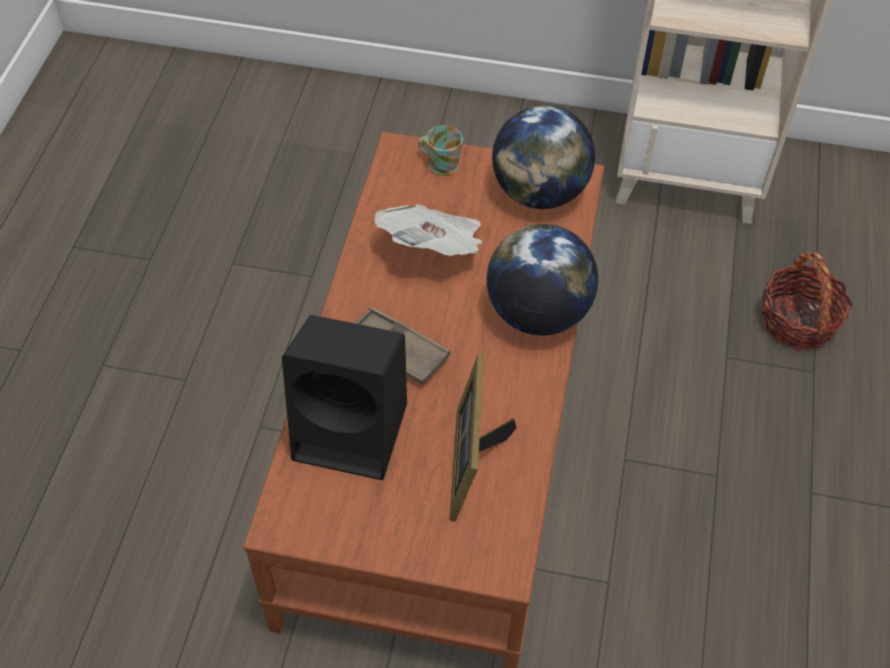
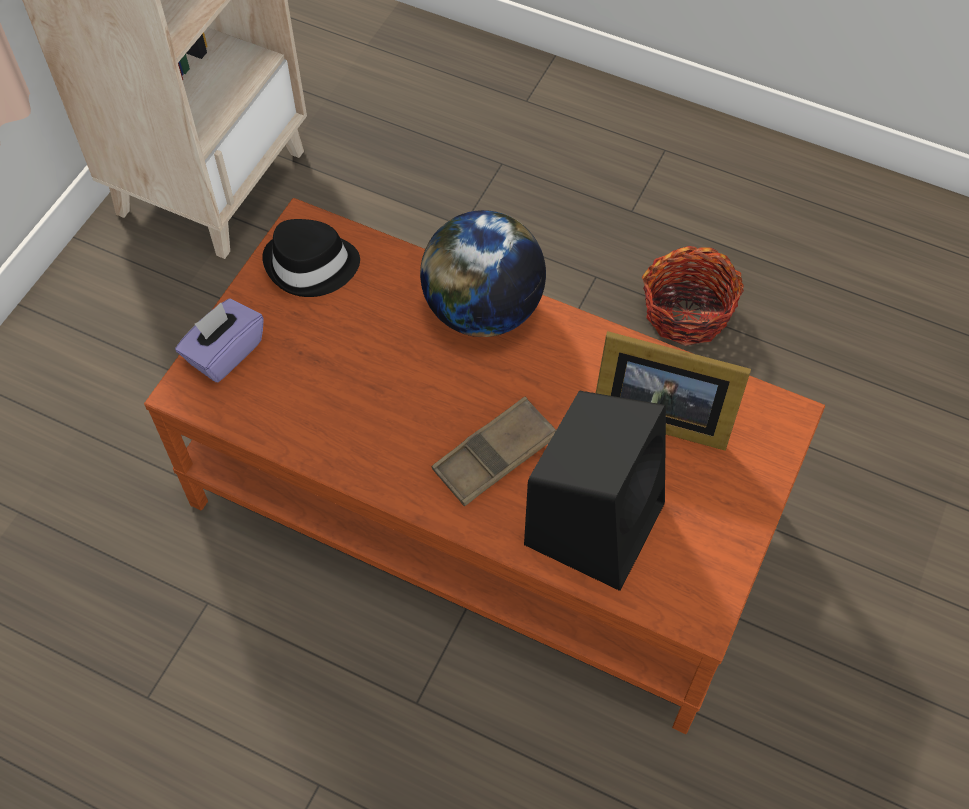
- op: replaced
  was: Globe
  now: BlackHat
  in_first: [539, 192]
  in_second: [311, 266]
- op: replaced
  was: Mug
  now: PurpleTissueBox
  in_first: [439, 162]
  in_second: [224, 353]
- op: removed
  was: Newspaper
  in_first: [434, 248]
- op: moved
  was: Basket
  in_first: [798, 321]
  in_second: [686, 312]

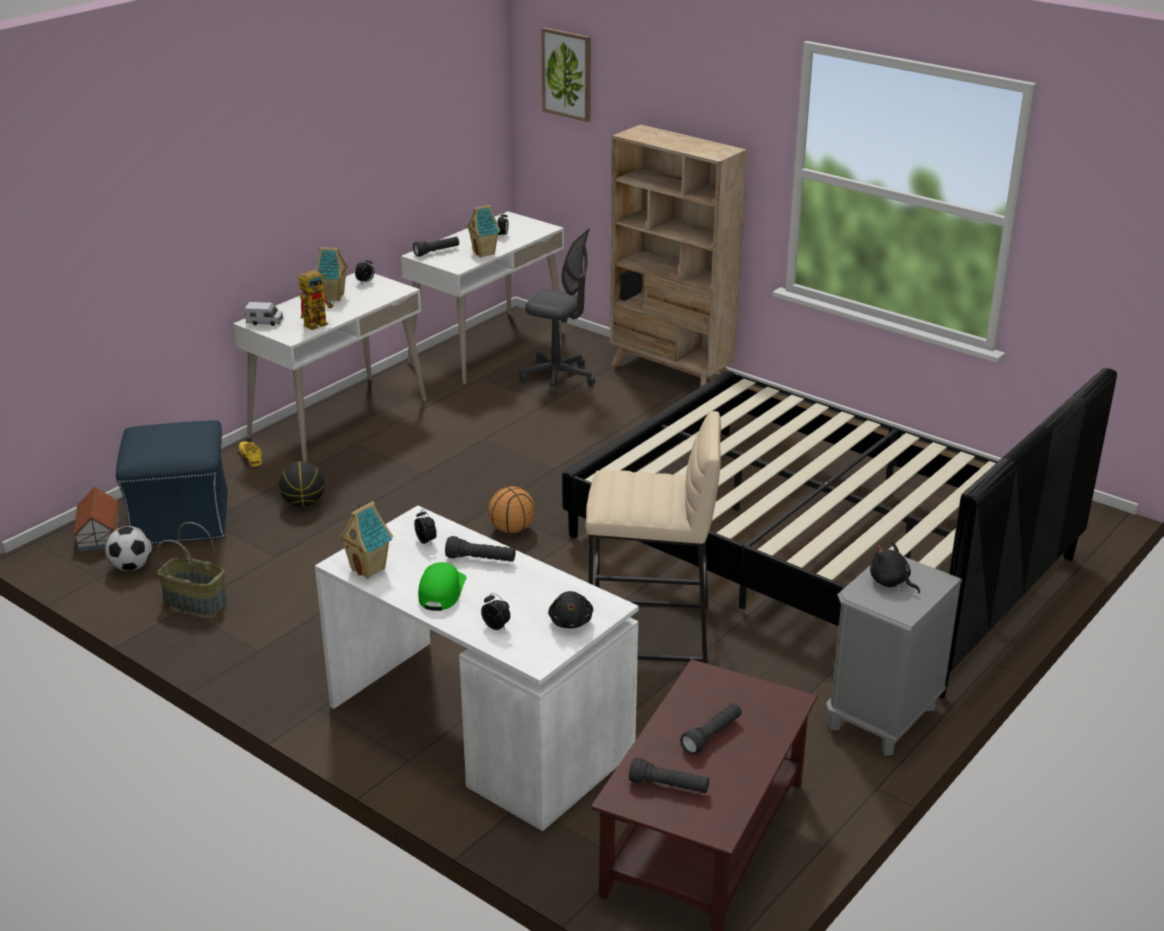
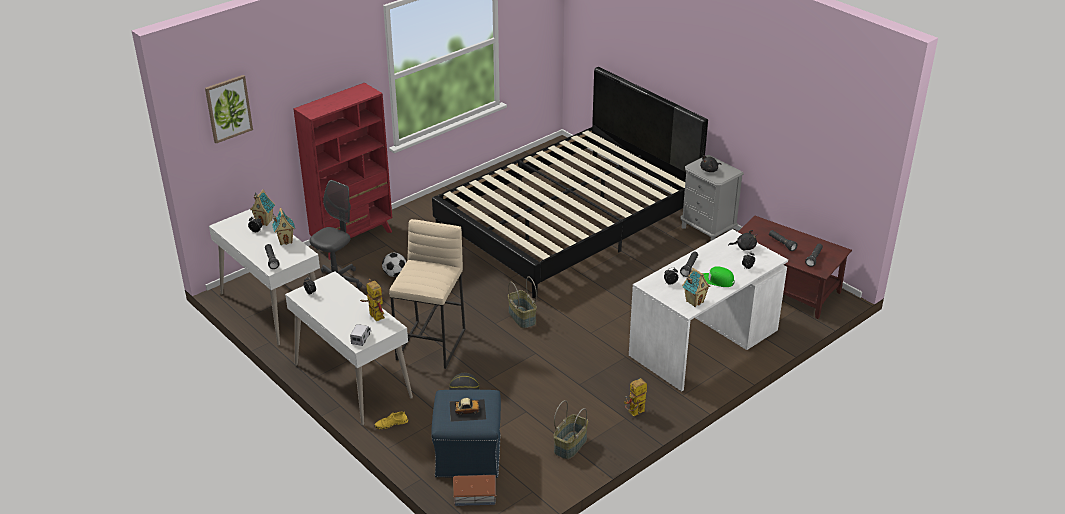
- op: recoloured
  was: BeigeBookcase
  now: RedBookcase
  in_first: [671, 373]
  in_second: [353, 239]
- op: moved
  was: ToyHouse
  in_first: [334, 297]
  in_second: [265, 222]
- op: moved
  was: BeigeStool
  in_first: [649, 632]
  in_second: [432, 344]
- op: replaced
  was: Basketball
  now: Basket
  in_first: [512, 529]
  in_second: [521, 317]
- op: moved
  was: Football
  in_first: [132, 567]
  in_second: [395, 274]
- op: added
  now: ToyRobot
  in_second: [634, 413]
- op: added
  now: ToyCar
  in_second: [467, 410]

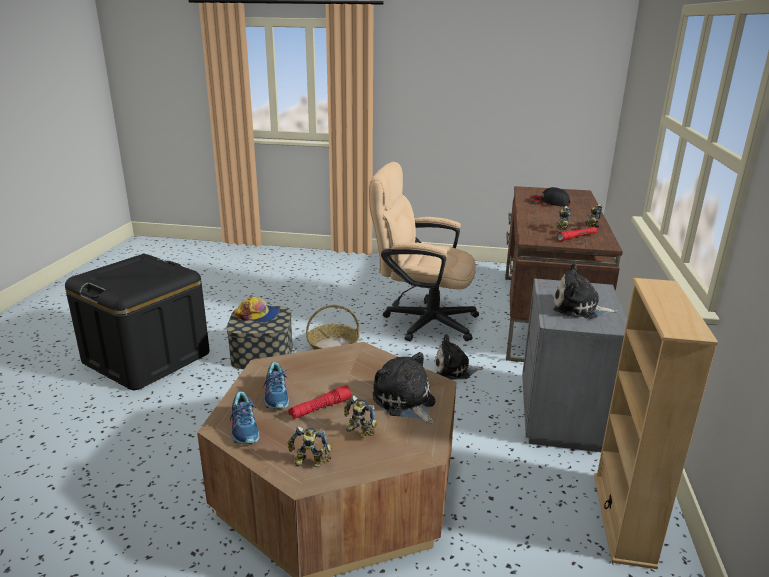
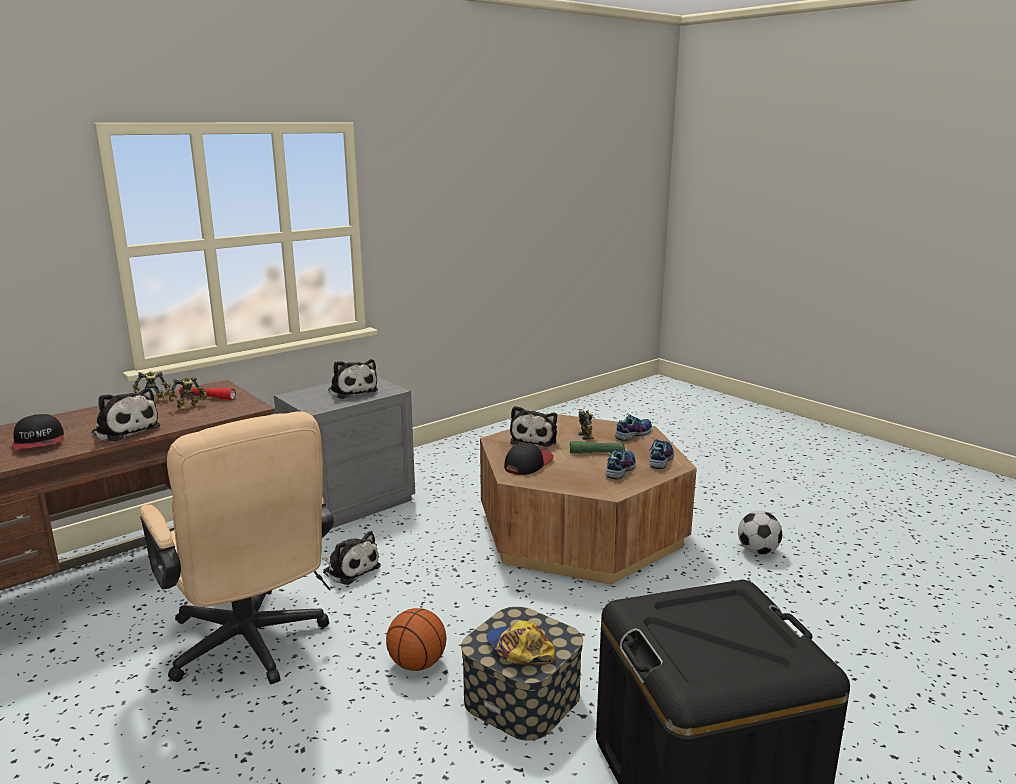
- op: removed
  was: BeigeBookcase
  in_first: [623, 518]
- op: replaced
  was: Basket
  now: Basketball
  in_first: [333, 345]
  in_second: [417, 664]
- op: recoloured
  was: RedFlashlight
  now: GreenFlashlight
  in_first: [320, 408]
  in_second: [596, 453]
- op: replaced
  was: ToyRobot
  now: Shoe
  in_first: [309, 463]
  in_second: [633, 434]
- op: added
  now: PlushToy
  in_second: [125, 429]
- op: added
  now: Cap
  in_second: [528, 463]
- op: added
  now: Football
  in_second: [757, 551]

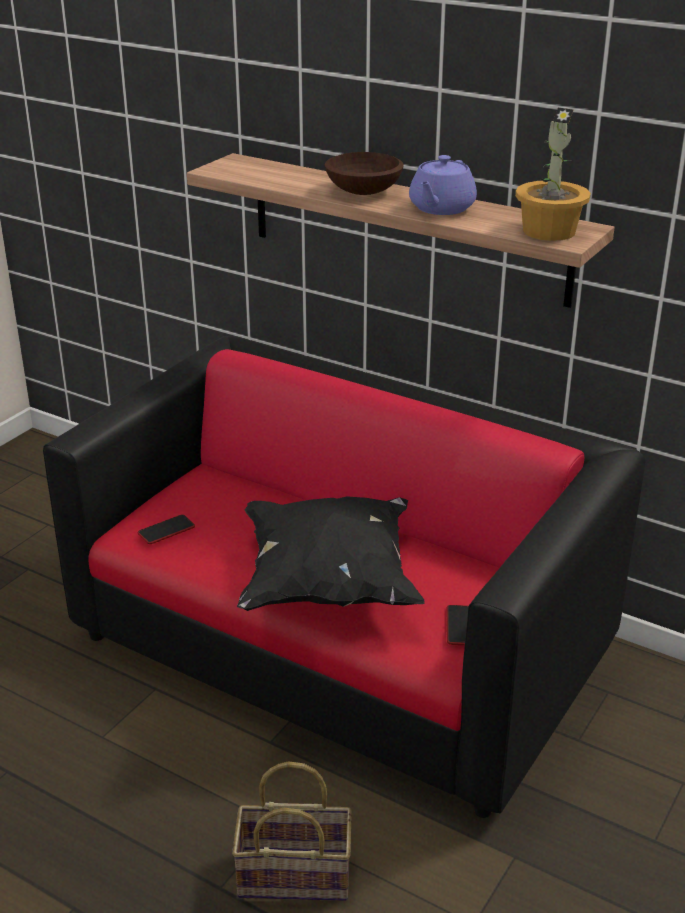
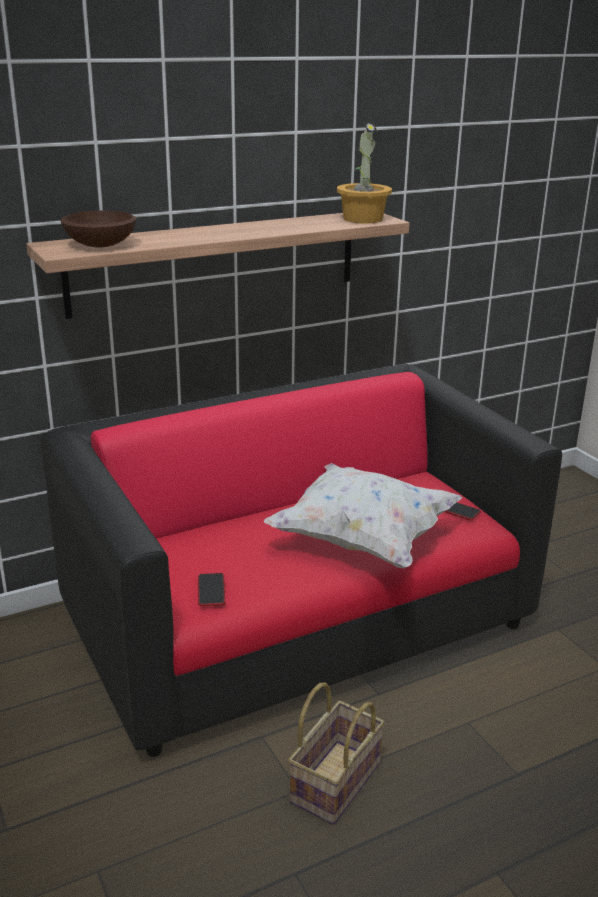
- op: moved
  was: BrownBowl
  in_first: [363, 191]
  in_second: [101, 245]
- op: removed
  was: PurpleTeapot
  in_first: [441, 208]
- op: recoloured
  was: BlackPillow
  now: WhitePillow
  in_first: [328, 583]
  in_second: [362, 540]
- op: moved
  was: Basket
  in_first: [297, 873]
  in_second: [335, 780]

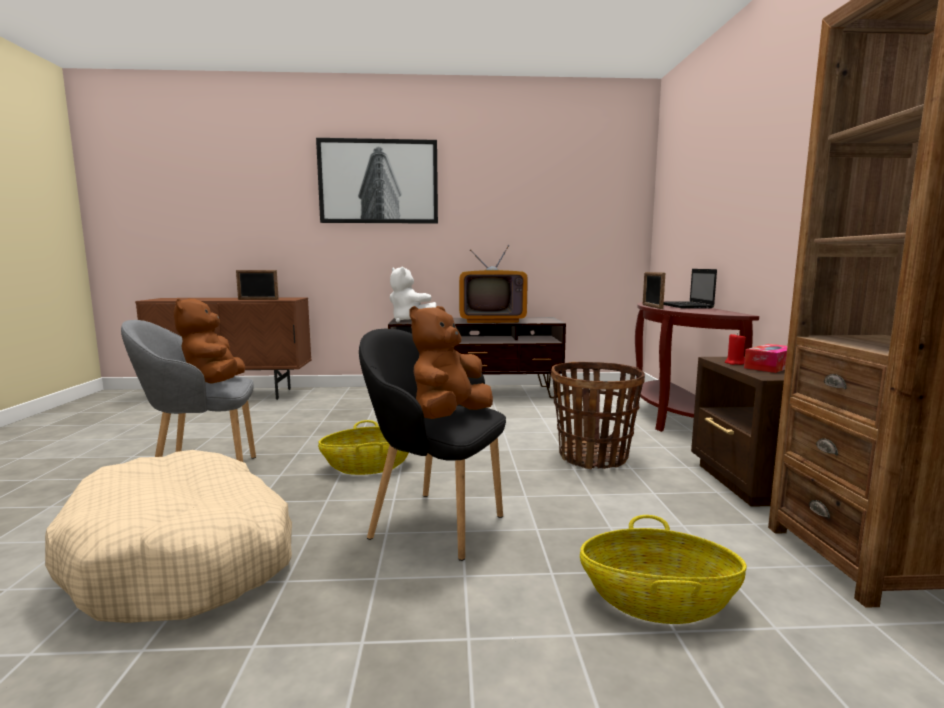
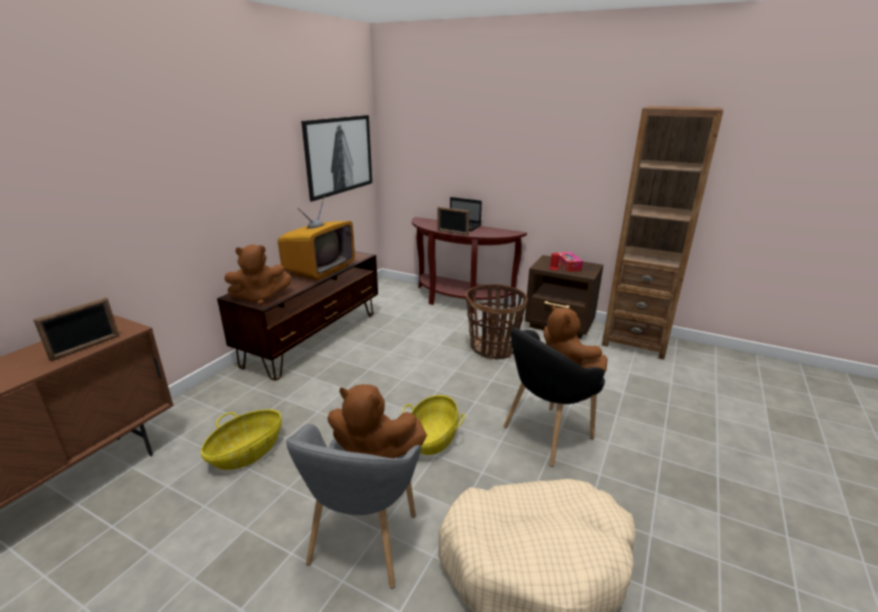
- op: moved
  was: Picture
  in_first: [378, 182]
  in_second: [338, 155]
- op: recoloured
  was: WhitePlushToy
  now: BrownPlushToy
  in_first: [409, 321]
  in_second: [260, 298]
- op: moved
  was: Basket
  in_first: [657, 601]
  in_second: [247, 452]

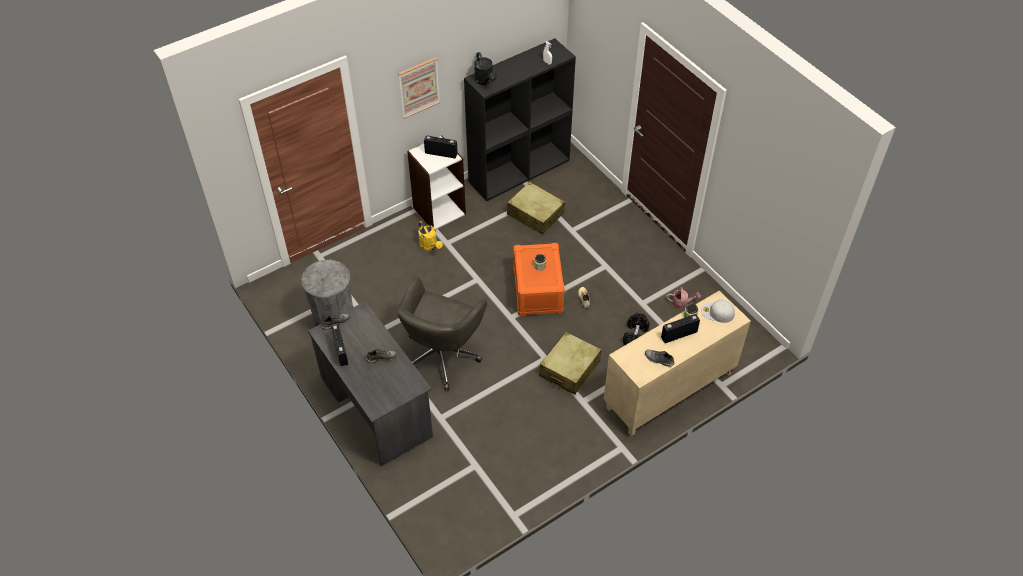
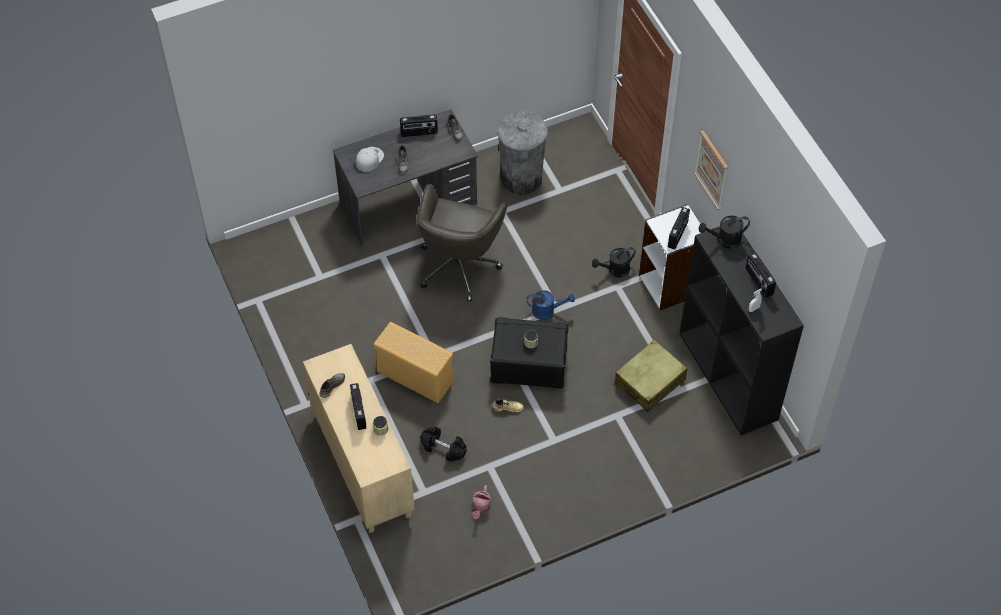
- op: recoloured
  was: YellowWateringCan
  now: BlackWateringCan
  in_first: [430, 246]
  in_second: [615, 270]
- op: recoloured
  was: OrangeStorageBox
  now: BlackStorageBox
  in_first: [538, 291]
  in_second: [528, 365]
- op: turned
  was: GreyOfficeChair
  in_first: [442, 355]
  in_second: [459, 264]
  clockwise: -105
- op: moved
  was: WhiteCap
  in_first: [717, 312]
  in_second: [369, 159]
- op: replaced
  was: BeigeSuitcase
  now: BeigeStorageBox
  in_first: [569, 369]
  in_second: [414, 376]
- op: added
  now: Radio
  in_second: [758, 282]
- op: added
  now: BlueWateringCan
  in_second: [547, 311]

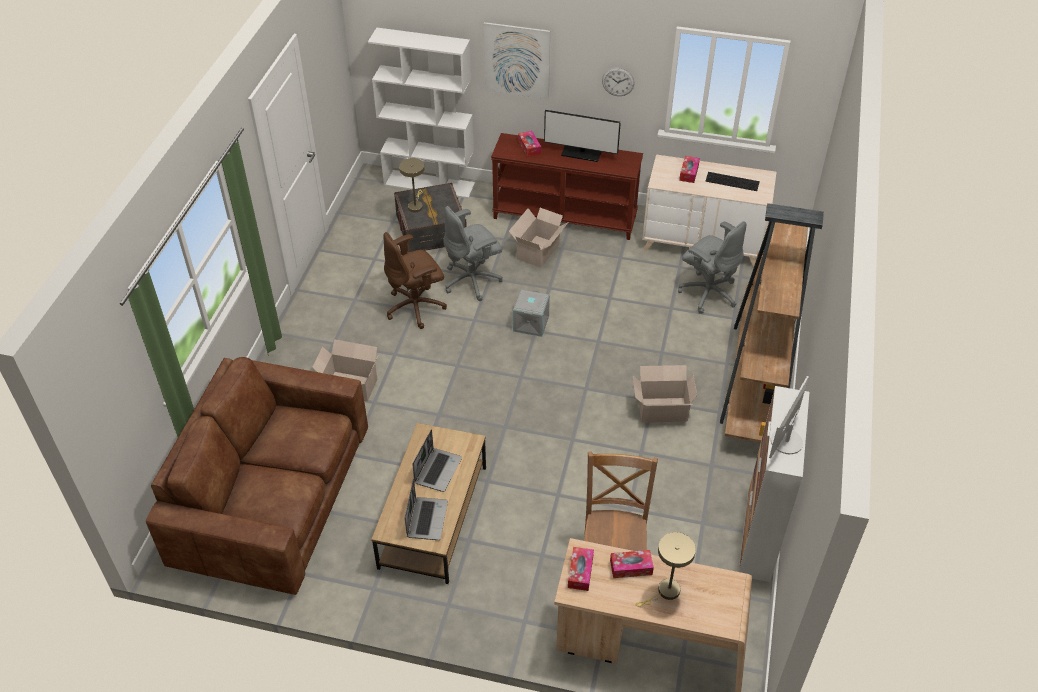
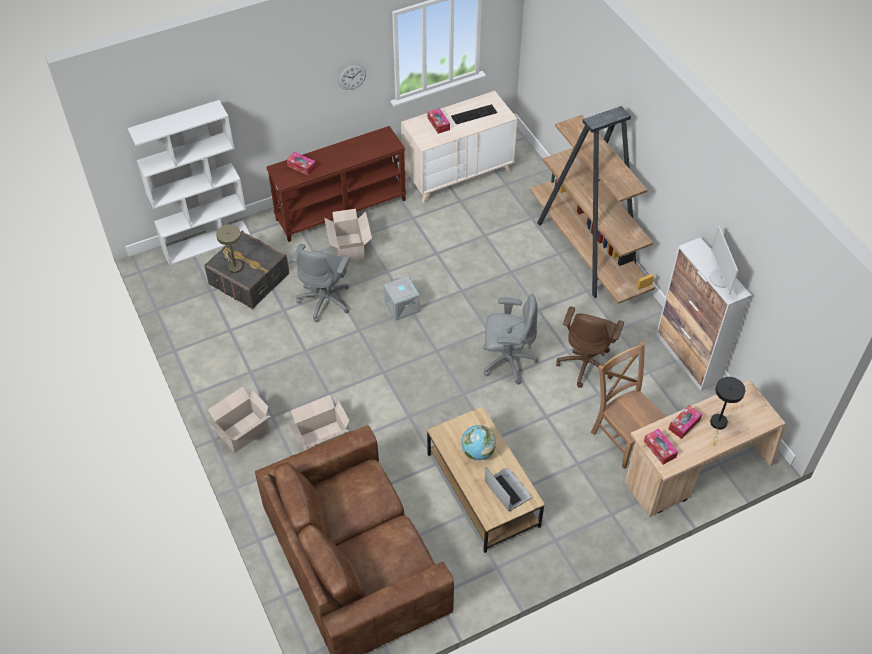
- op: removed
  was: Picture
  in_first: [517, 60]
- op: removed
  was: Monitor
  in_first: [581, 153]
- op: moved
  was: GreyOfficeChair
  in_first: [708, 293]
  in_second: [507, 361]
- op: moved
  was: BrownOfficeChair
  in_first: [416, 307]
  in_second: [586, 364]
- op: moved
  was: CardboardBox
  in_first: [661, 409]
  in_second: [242, 432]
- op: replaced
  was: Laptop
  now: Globe
  in_first: [437, 470]
  in_second: [477, 452]
- op: recoloured
  was: BeigeTableLamp
  now: BlackTableLamp
  in_first: [665, 592]
  in_second: [718, 425]

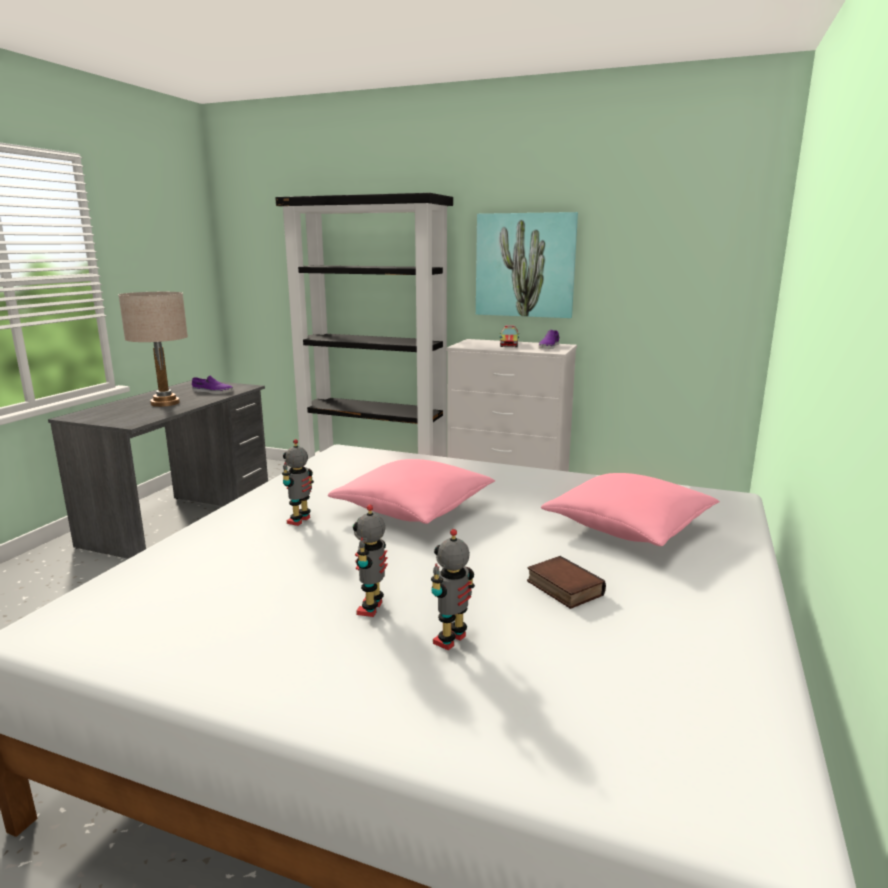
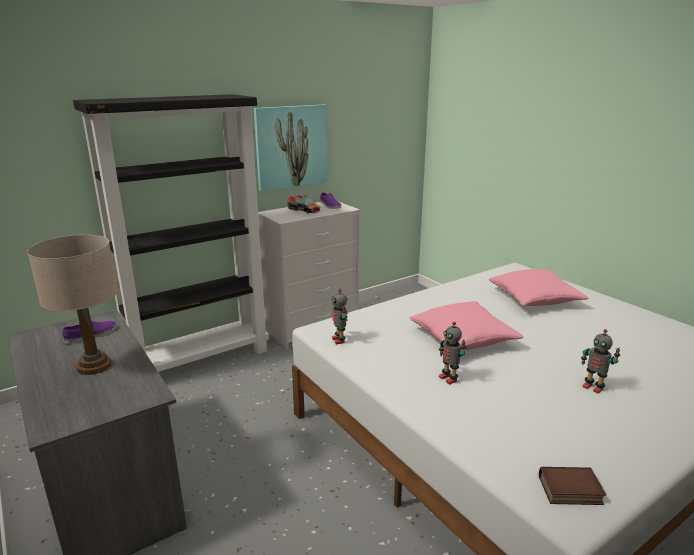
- op: moved
  was: ToyRobot
  in_first: [452, 641]
  in_second: [339, 340]
- op: moved
  was: Book
  in_first: [562, 588]
  in_second: [569, 491]

